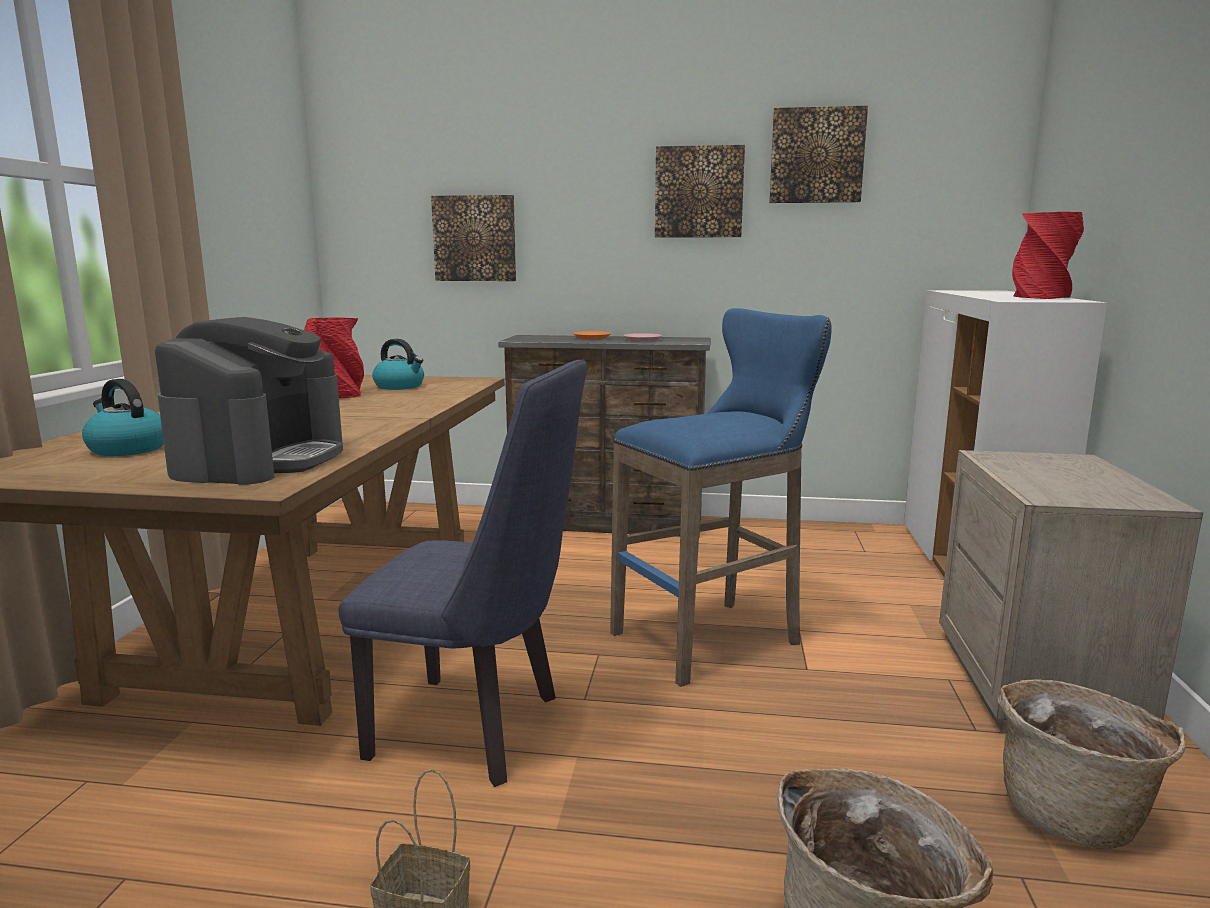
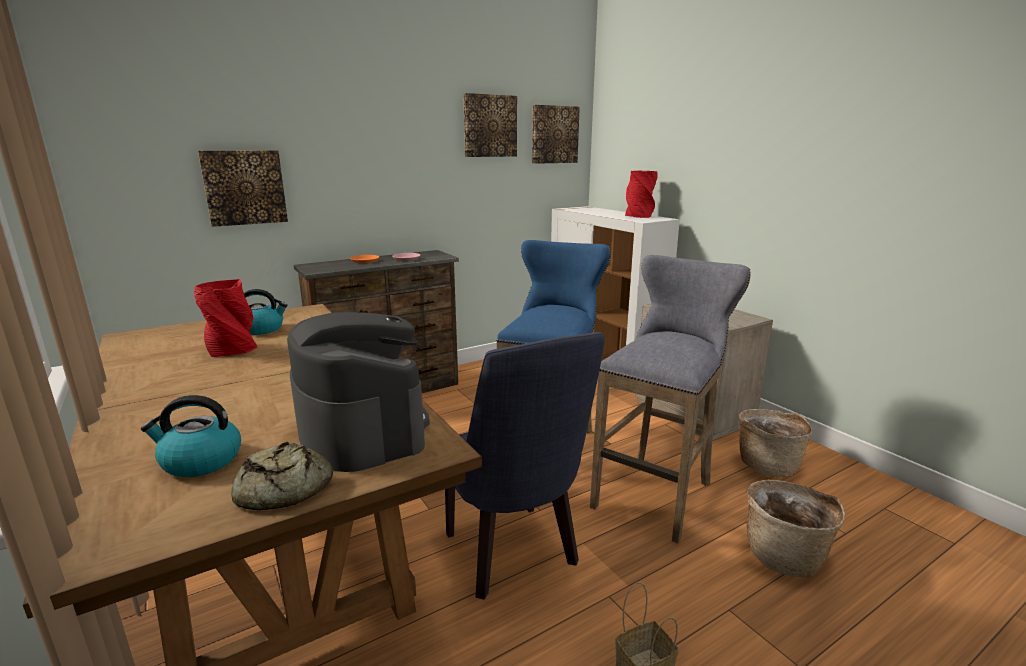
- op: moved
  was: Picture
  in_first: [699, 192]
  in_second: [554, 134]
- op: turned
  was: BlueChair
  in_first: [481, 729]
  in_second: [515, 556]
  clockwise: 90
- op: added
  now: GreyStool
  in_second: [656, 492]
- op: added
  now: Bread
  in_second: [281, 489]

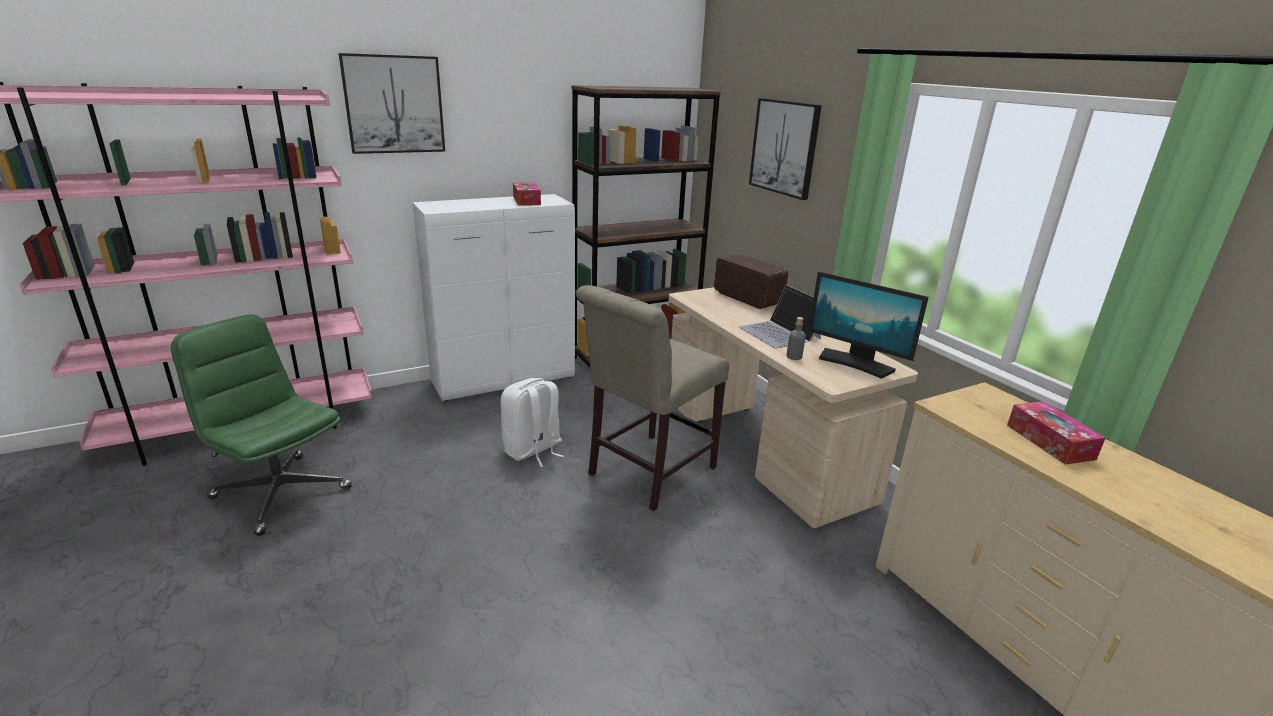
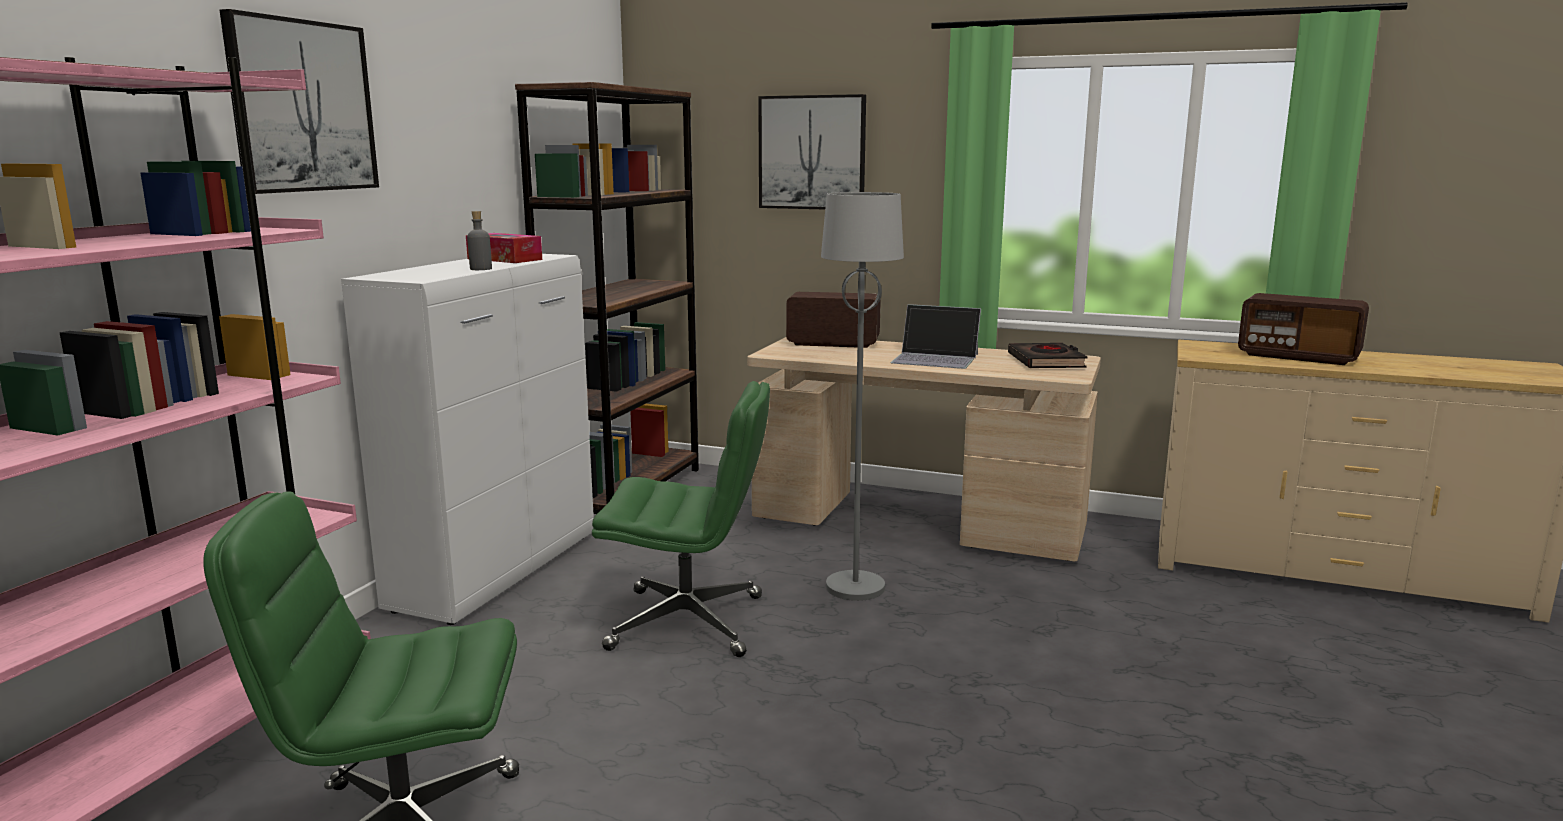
- op: replaced
  was: Monitor
  now: BlackBook
  in_first: [855, 363]
  in_second: [1046, 362]
- op: replaced
  was: BeigeChair
  now: GreyFloorLamp
  in_first: [646, 473]
  in_second: [854, 588]
- op: moved
  was: GreyBottle
  in_first: [794, 356]
  in_second: [481, 269]
- op: replaced
  was: WhiteBackpack
  now: GreenOfficeChair
  in_first: [533, 450]
  in_second: [689, 622]
- op: replaced
  was: TissueBox
  now: Radio
  in_first: [1050, 442]
  in_second: [1298, 356]

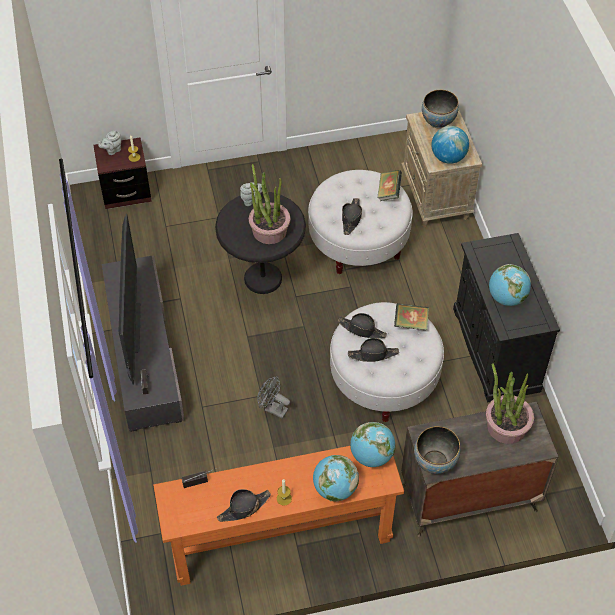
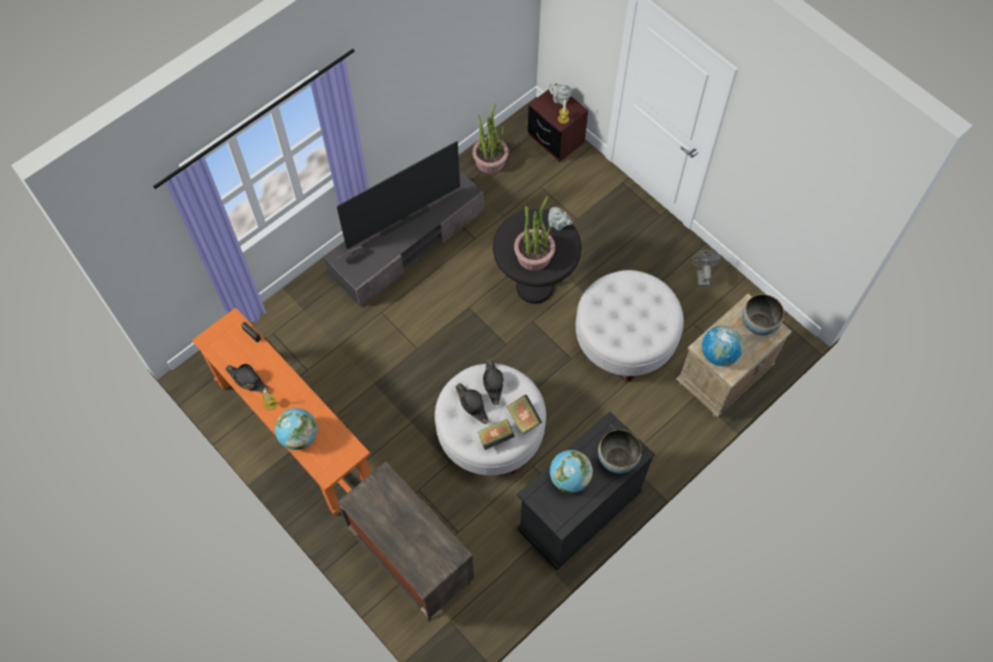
- op: moved
  was: Book
  in_first: [389, 192]
  in_second: [496, 438]
- op: removed
  was: BlackHat
  in_first: [351, 218]
- op: moved
  was: PottedPlant
  in_first: [506, 426]
  in_second: [490, 160]
- op: moved
  was: GreyFan
  in_first: [273, 409]
  in_second: [702, 275]
- op: removed
  was: Globe
  in_first: [371, 456]
- op: moved
  was: Bowl
  in_first: [435, 462]
  in_second: [617, 459]

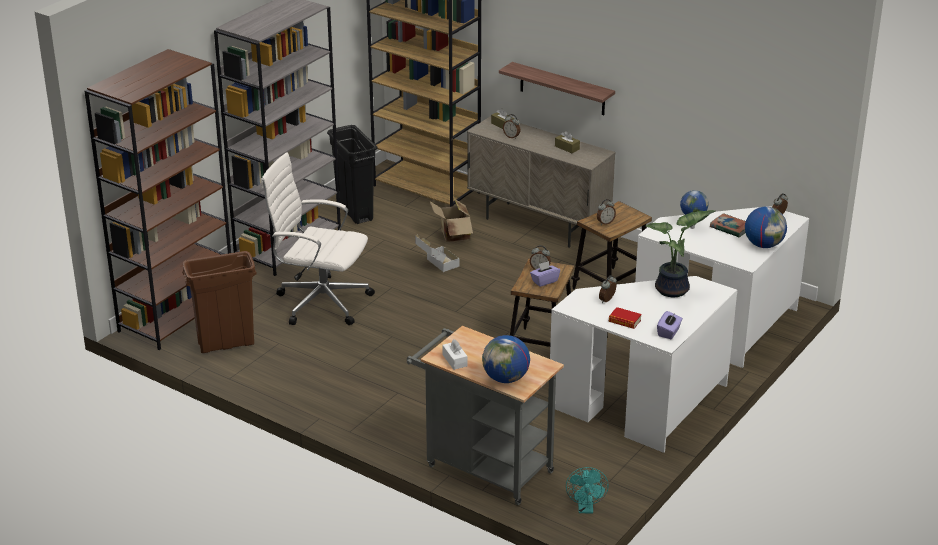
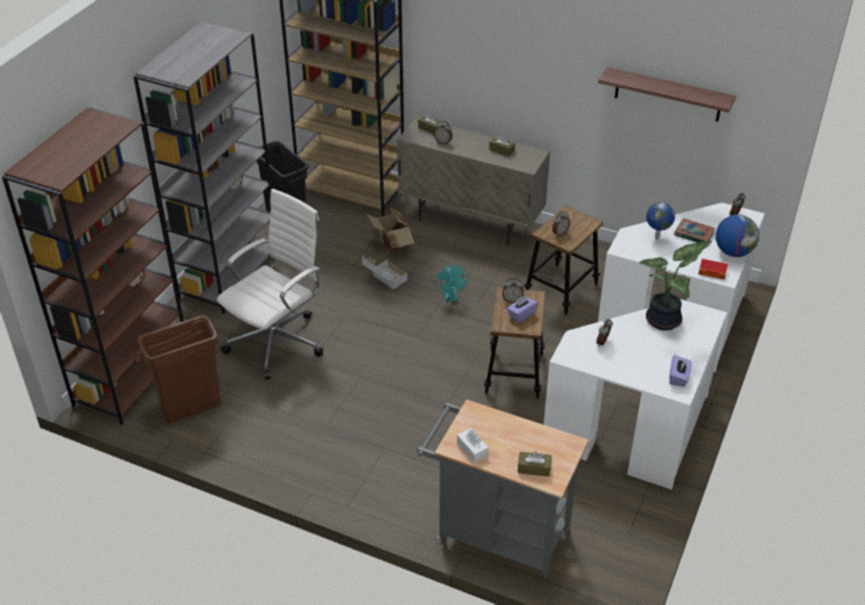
- op: moved
  was: Shelf
  in_first: [562, 89]
  in_second: [668, 95]
- op: turned
  was: WhiteOfficeChair
  in_first: [320, 302]
  in_second: [278, 341]
  clockwise: 120
- op: moved
  was: Book
  in_first: [624, 321]
  in_second: [712, 272]
- op: replaced
  was: Globe
  now: BrownTissueBox
  in_first: [506, 378]
  in_second: [534, 468]
- op: moved
  was: TurquoiseFan
  in_first: [586, 508]
  in_second: [451, 297]

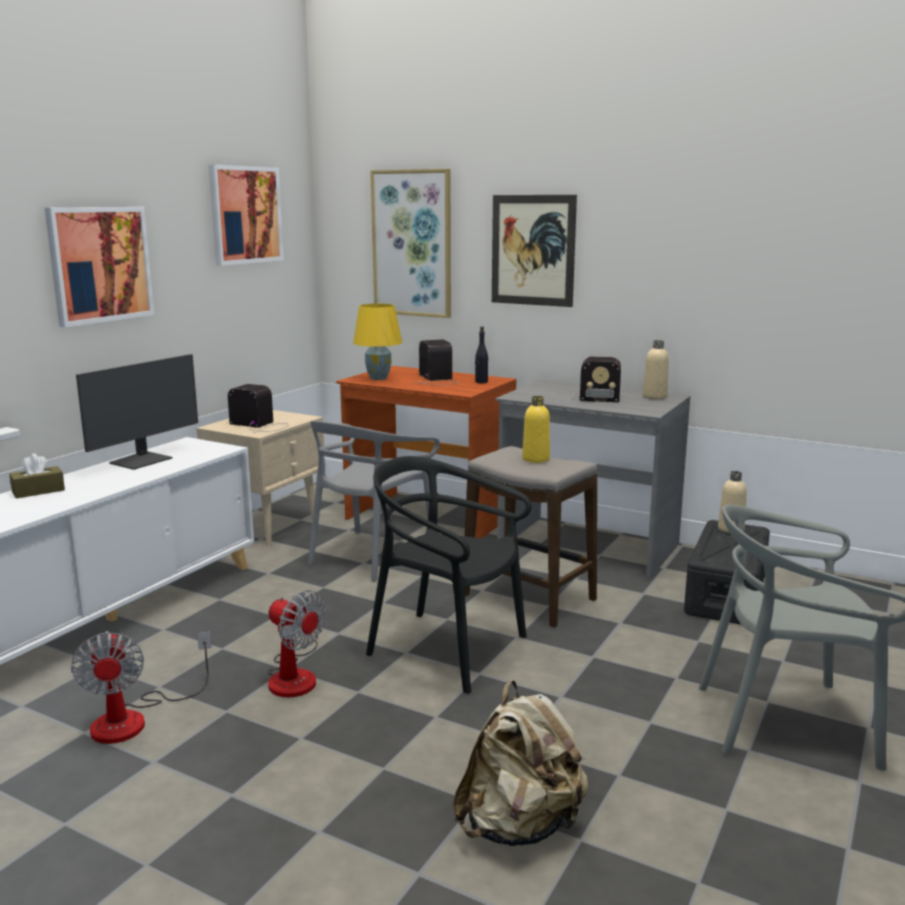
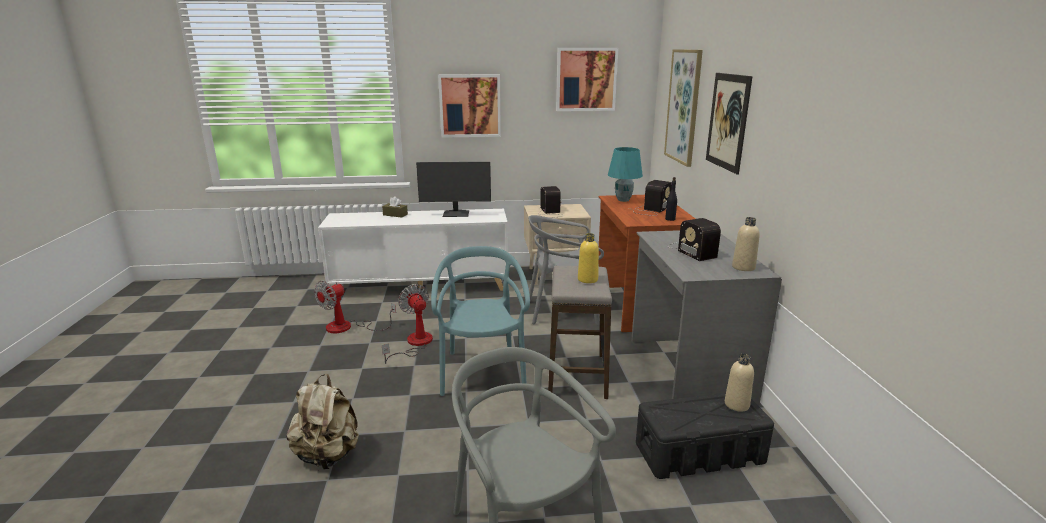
- op: recoloured
  was: YellowTableLamp
  now: TurquoiseTableLamp
  in_first: [379, 378]
  in_second: [623, 200]
- op: recoloured
  was: BlackChair
  now: TurquoiseChair
  in_first: [447, 649]
  in_second: [482, 372]
- op: turned
  was: Fan
  in_first: [294, 674]
  in_second: [414, 344]
  clockwise: 150

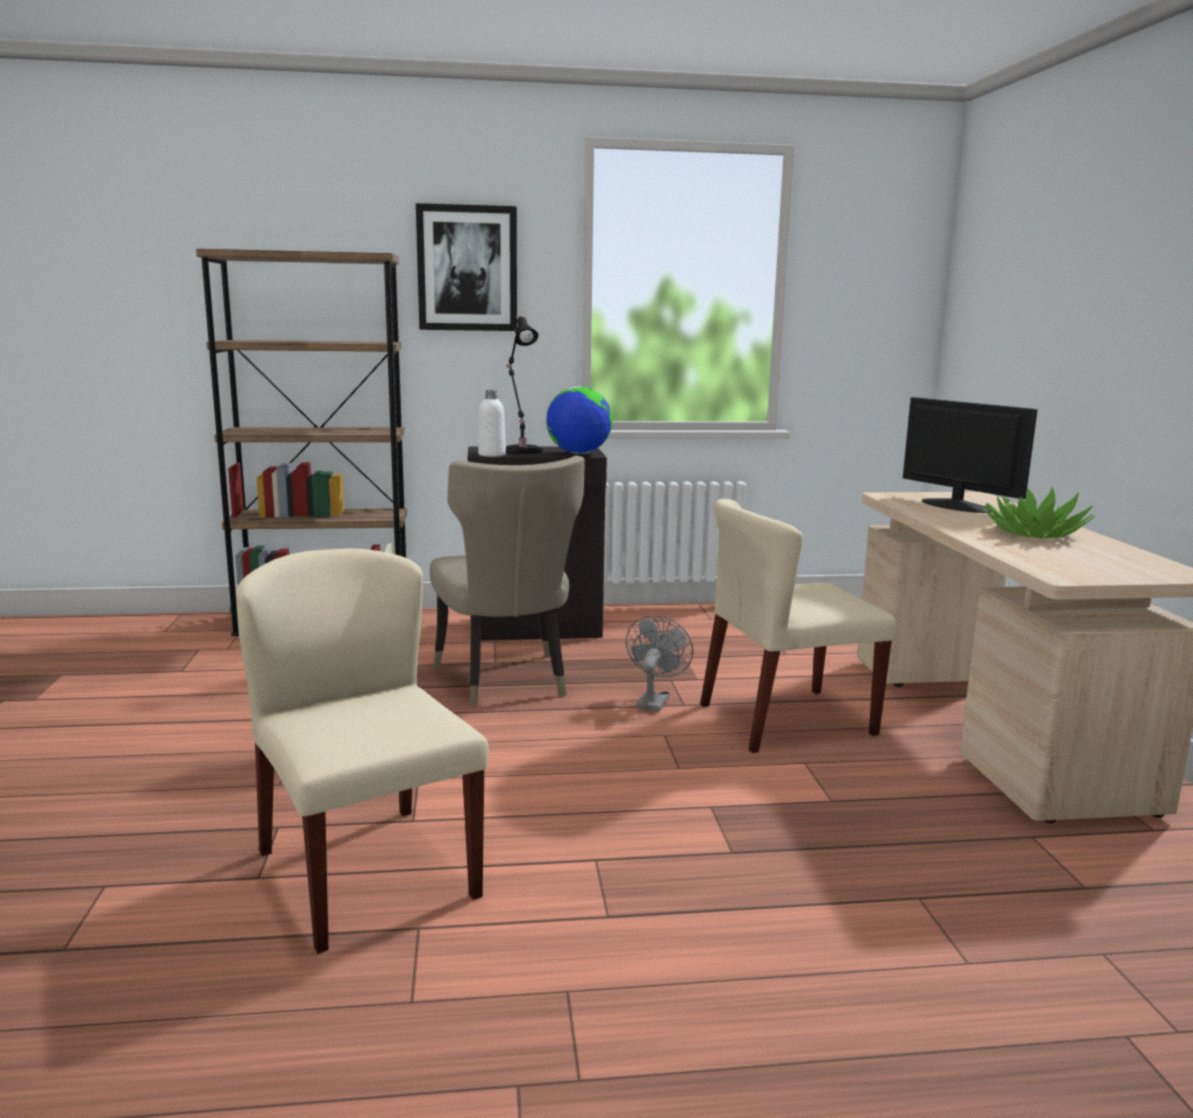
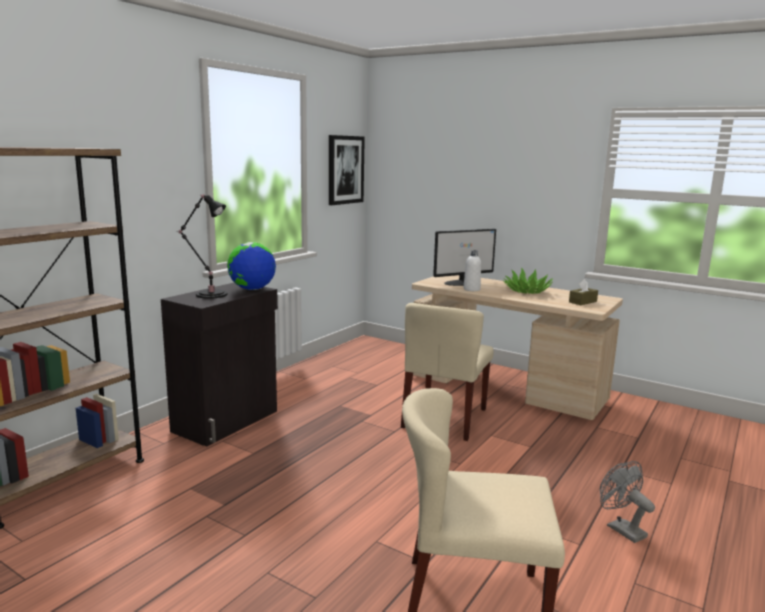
- op: moved
  was: Picture
  in_first: [467, 268]
  in_second: [345, 170]
- op: moved
  was: WhiteBottle
  in_first: [492, 454]
  in_second: [471, 289]
- op: turned
  was: Monitor
  in_first: [955, 505]
  in_second: [462, 282]
  clockwise: 150
- op: removed
  was: BeigeChair
  in_first: [506, 682]
- op: moved
  was: GreyFan
  in_first: [654, 701]
  in_second: [621, 529]
- op: added
  now: BrownTissueBox
  in_second: [582, 302]

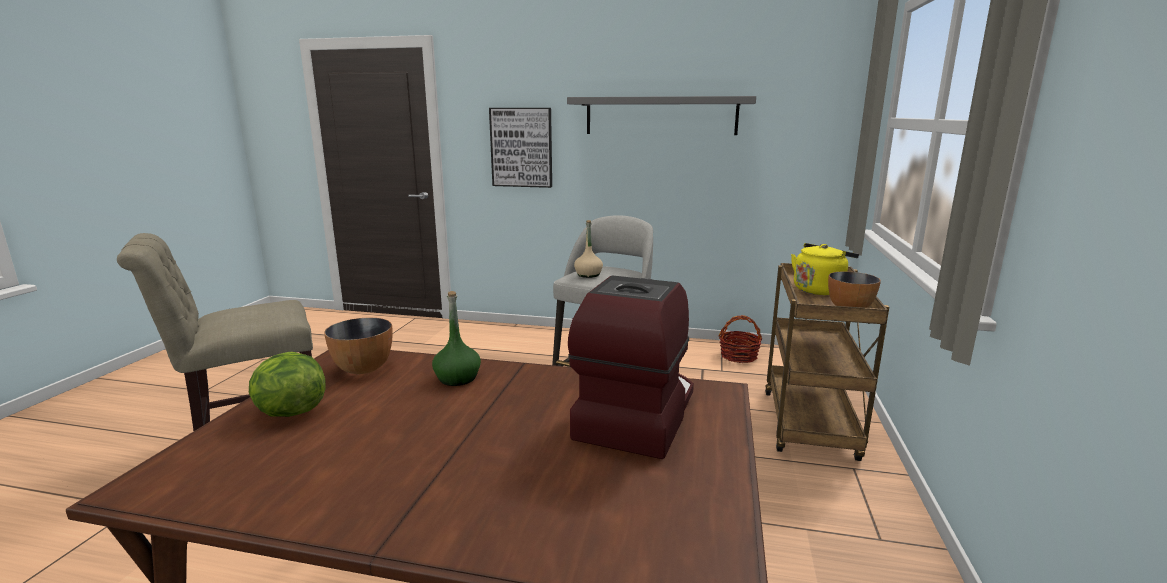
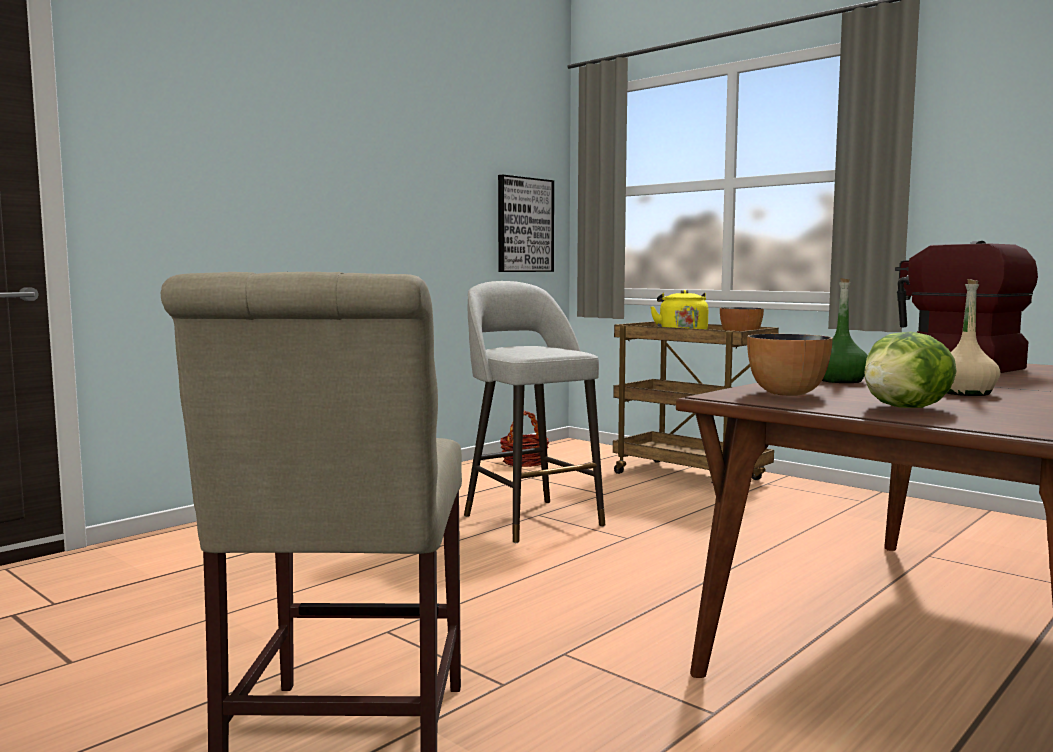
- op: removed
  was: GreyShelf
  in_first: [660, 116]
- op: moved
  was: Picture
  in_first: [521, 147]
  in_second: [524, 225]
- op: moved
  was: BeigeBottle
  in_first: [588, 275]
  in_second: [965, 393]

